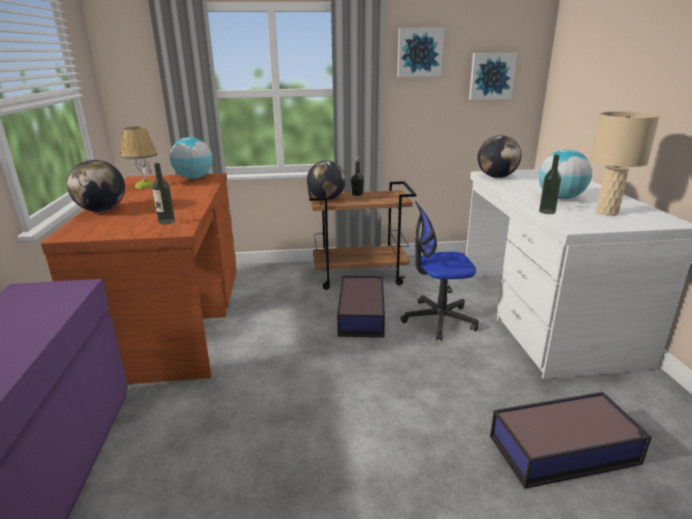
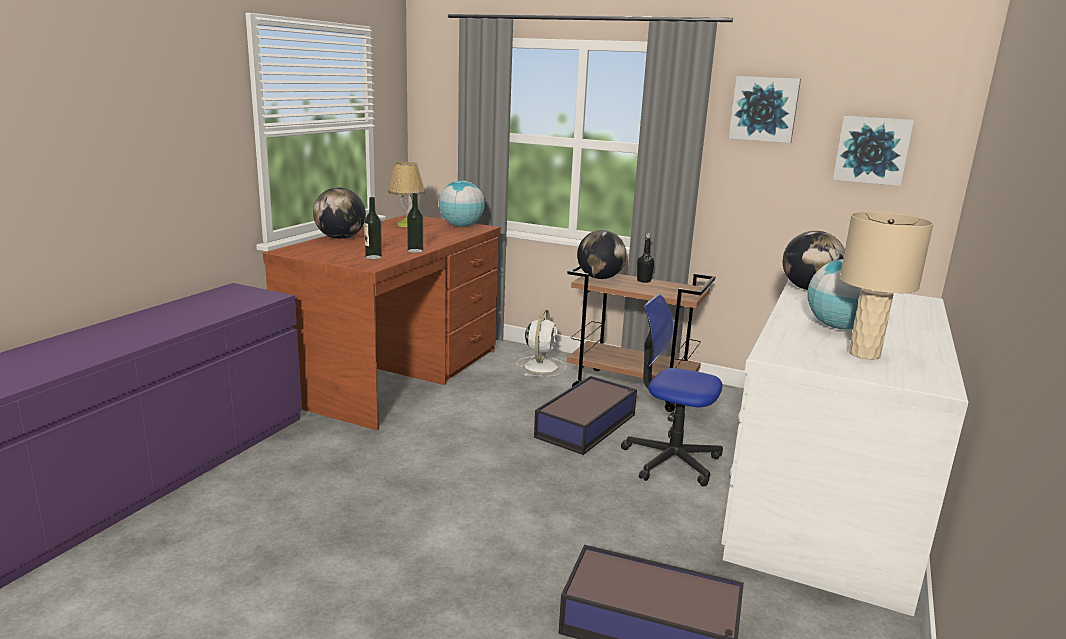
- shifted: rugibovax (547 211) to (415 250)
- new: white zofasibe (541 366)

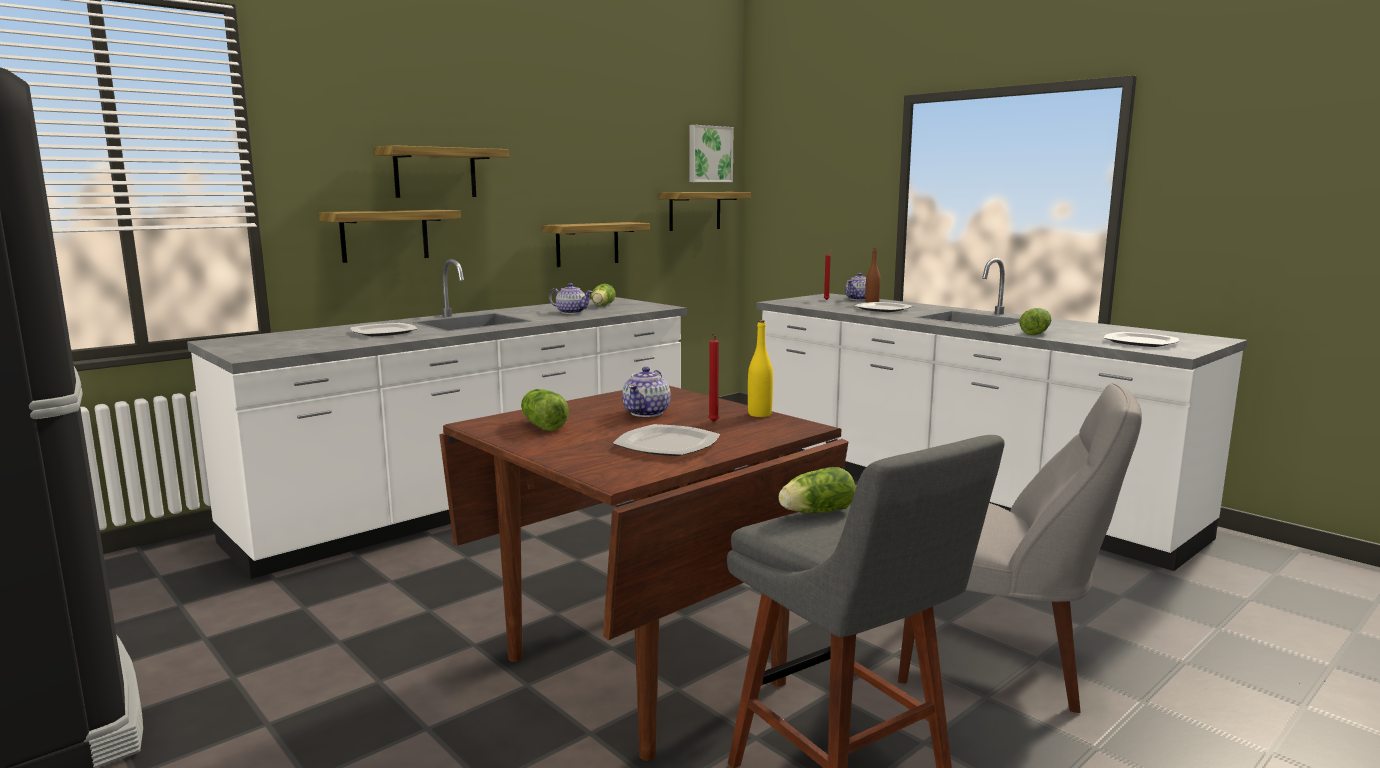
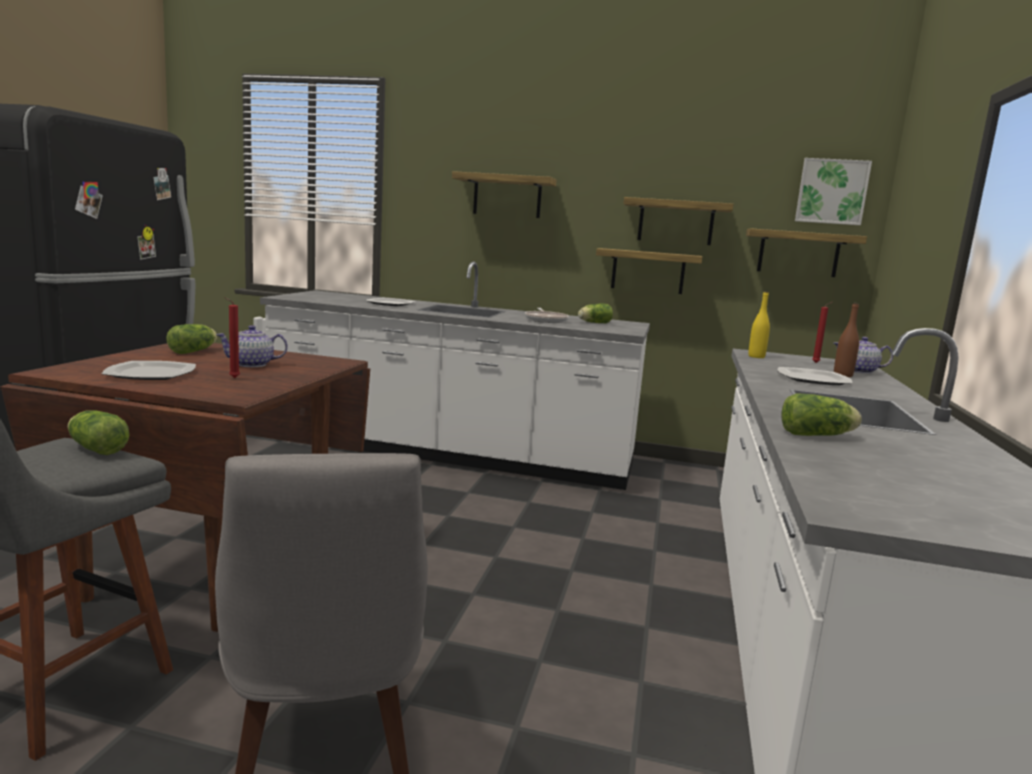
- shifted: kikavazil (384 235) to (675 222)
- swapped: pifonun (571 312) to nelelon (546 320)
- shifted: yellow rugibovax (759 414) to (756 356)
- gone: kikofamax (1140 342)

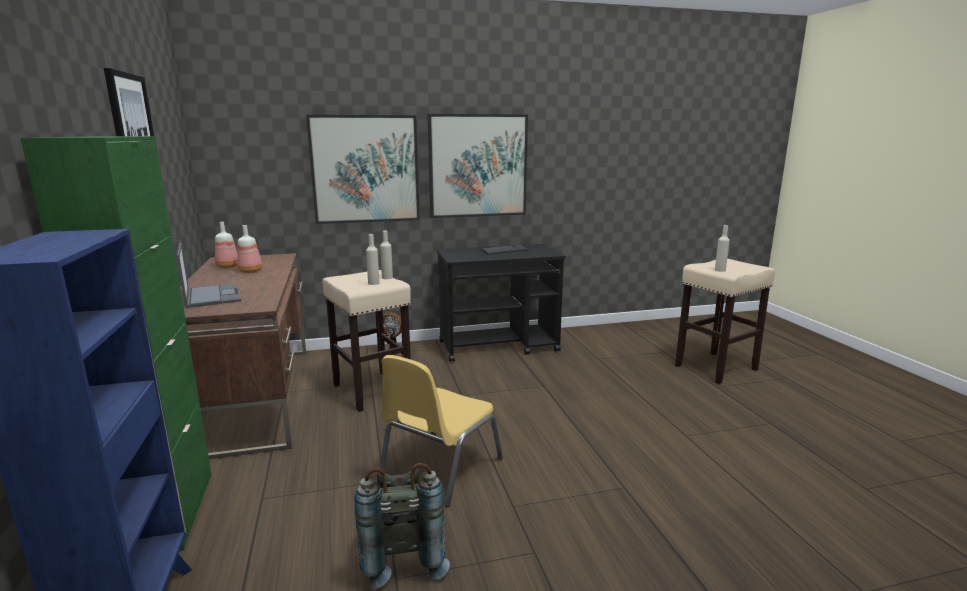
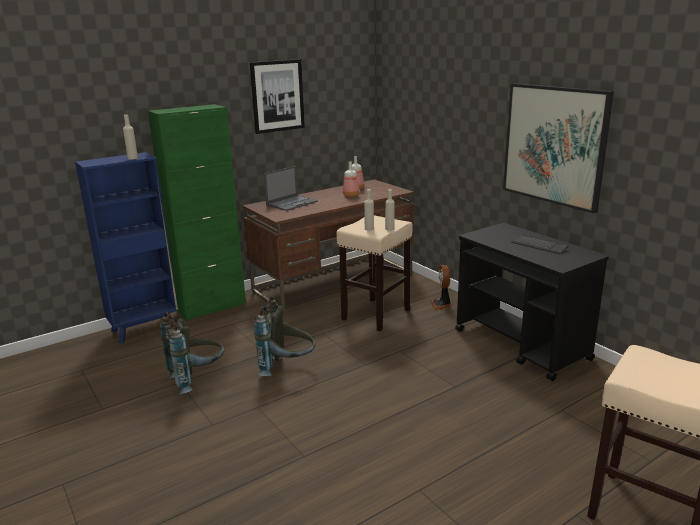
- gone: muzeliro (365 169)
- swapped: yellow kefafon (439 468) to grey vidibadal (287 368)
- shifted: beige rugibovax (720 270) to (132 158)

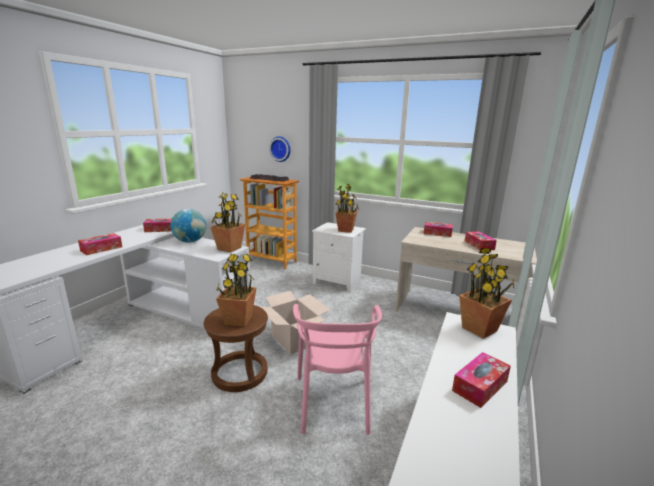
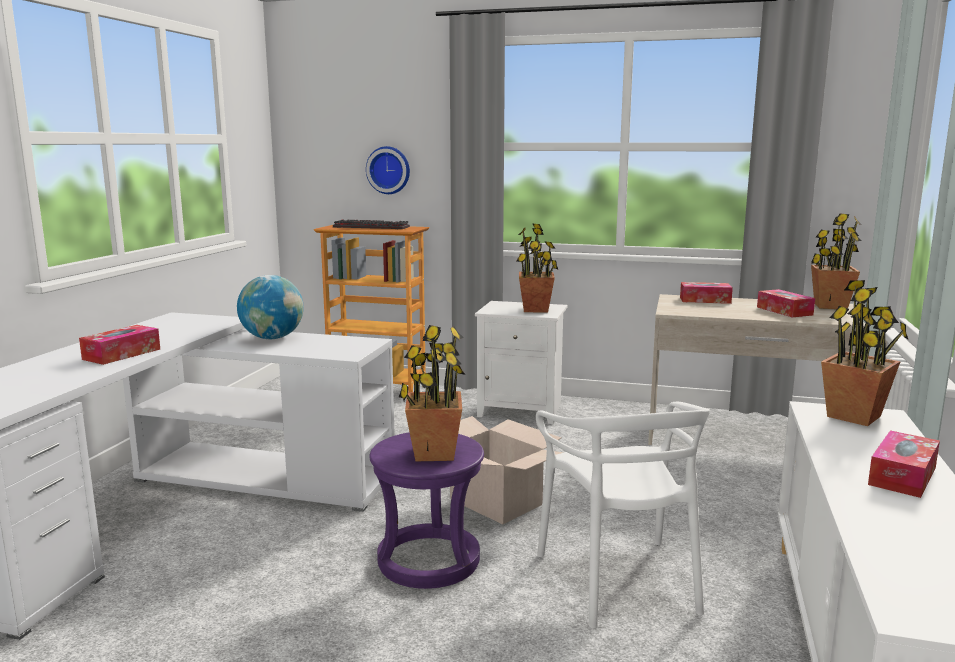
- gone: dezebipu (161 229)
- repainted: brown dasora (240 373) to purple dasora (429 560)
- shifted: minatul (229 248) to (829 306)
- repainted: pink kefafon (334 402) to white kefafon (620 580)

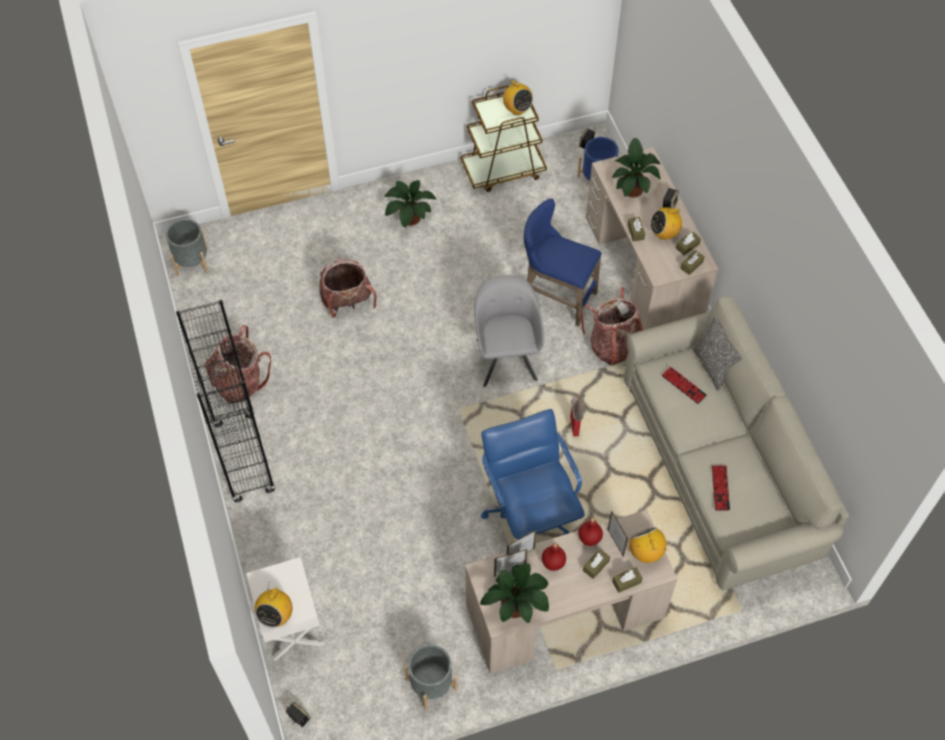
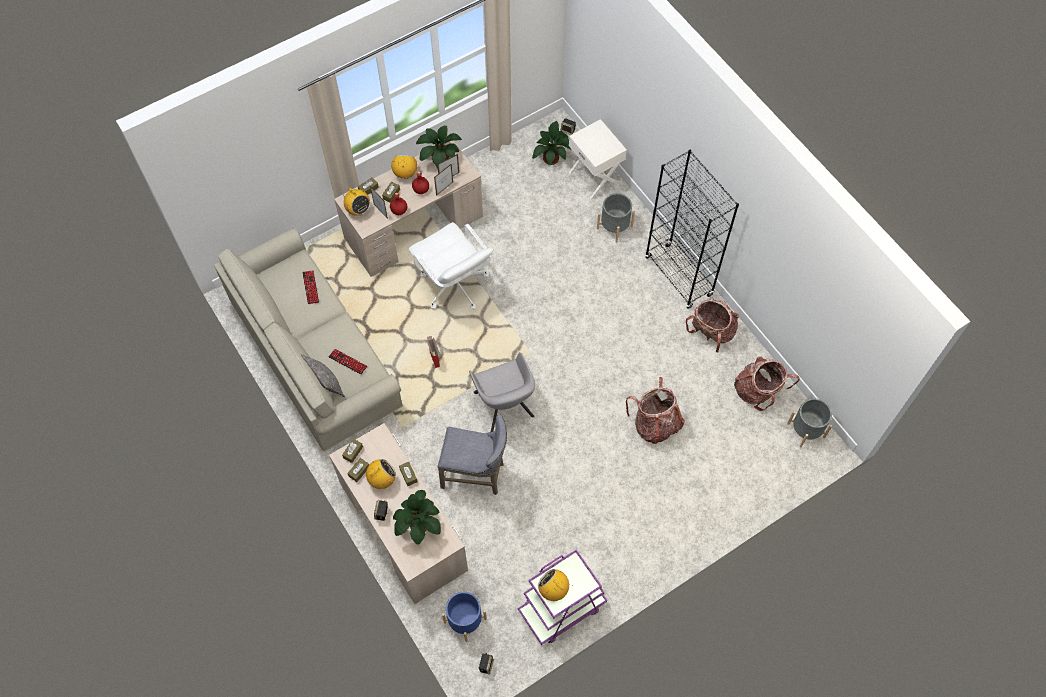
- shifted: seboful (276 615) to (405 174)
- shifted: minatul (408 218) to (552 157)
- shifted: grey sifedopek (431 684) to (614 227)
- repainted: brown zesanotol (503 170) to purple zesanotol (561 608)
- repainted: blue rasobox (529 513) to white rasobox (454 286)
- repainted: blue dasora (556 297) to grey dasora (476 475)
- shifted: vidibadal (614 346) to (758 391)

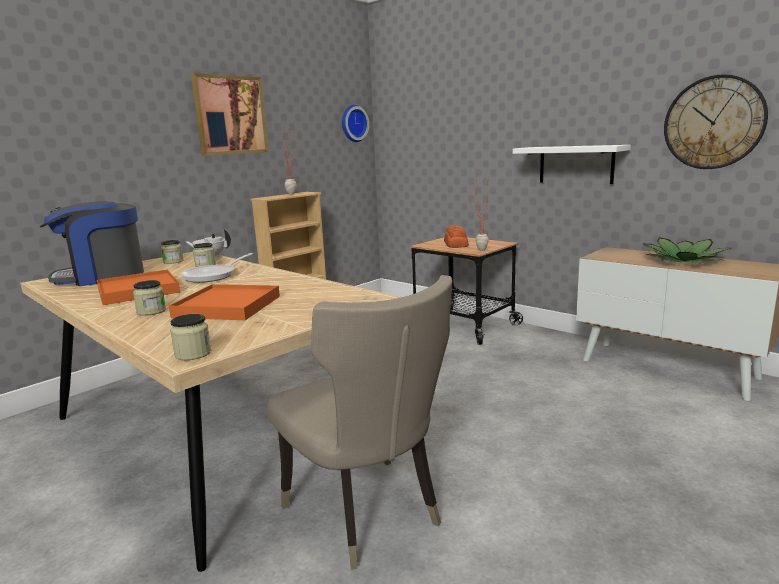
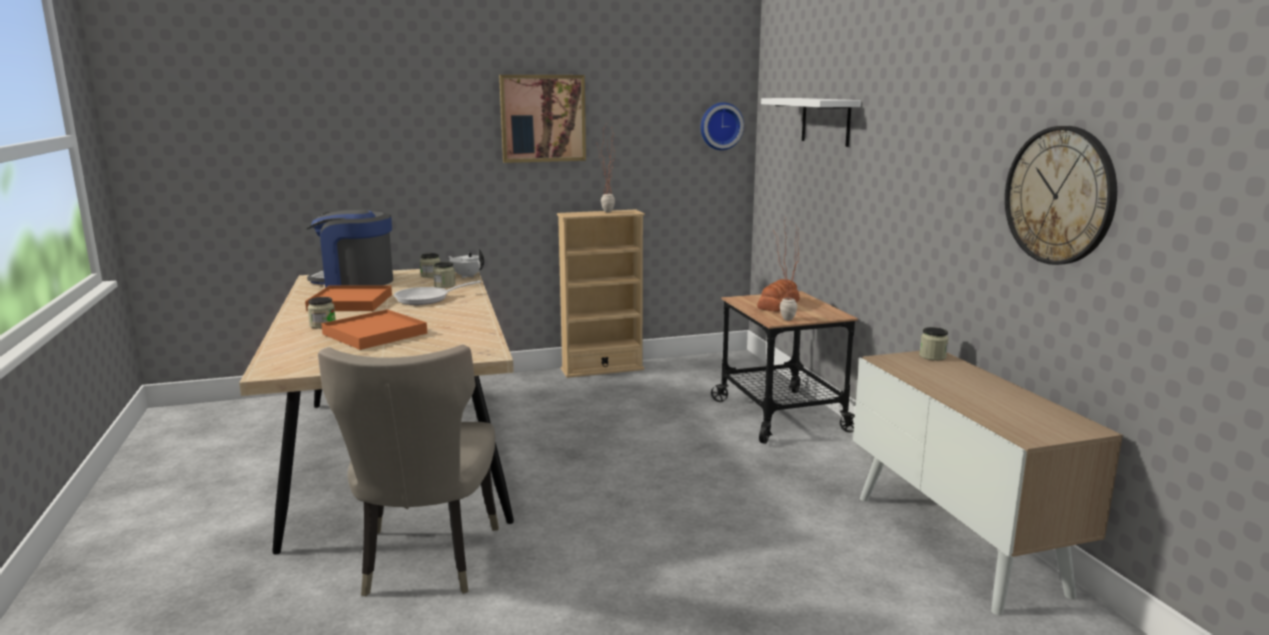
- shifted: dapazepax (193 354) to (932 356)
- shifted: white kikavazil (576 164) to (825 121)
- gone: minatul (683 261)

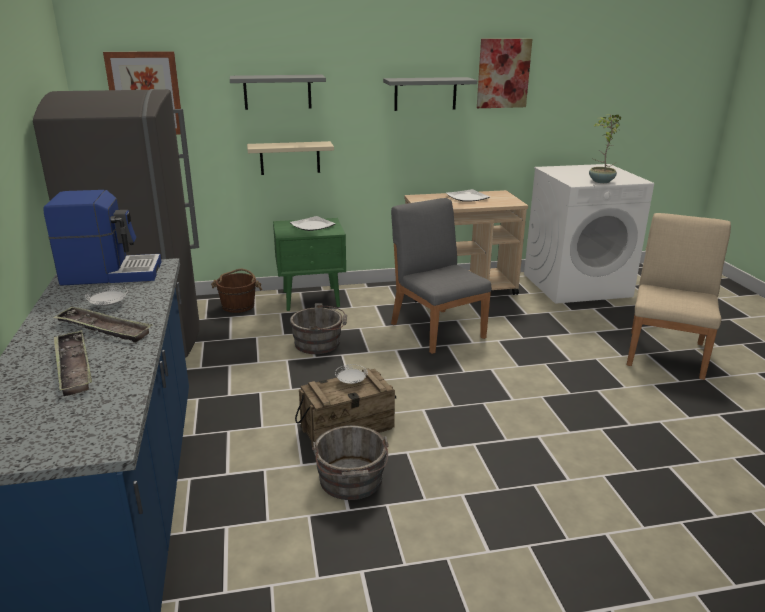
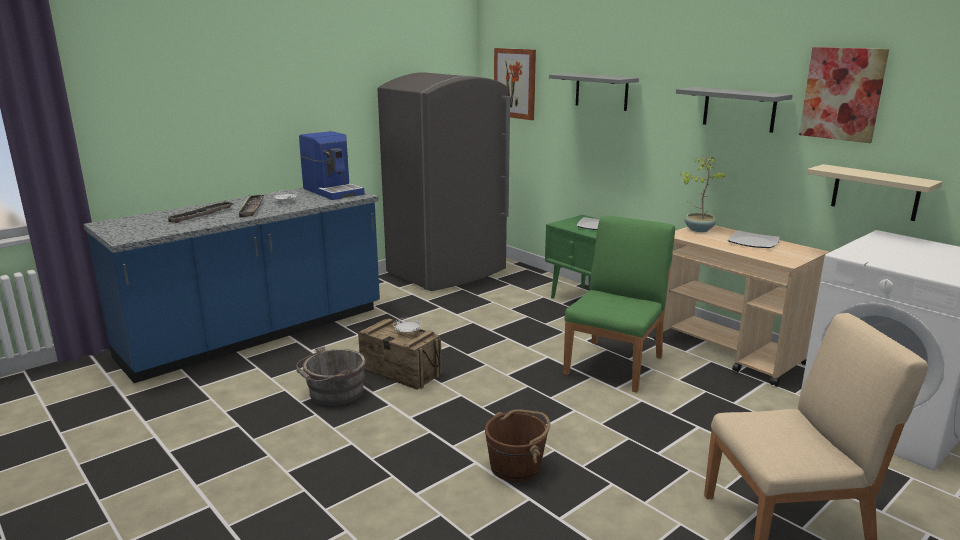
- shifted: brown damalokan (238 305) to (516 466)
- shifted: beige kikavazil (290 158) to (875 192)
- gone: grey damalokan (320 343)
- repainted: grey kefafon (437 330) to green kefafon (615 364)
- shifted: minatul (600 181) to (698 229)

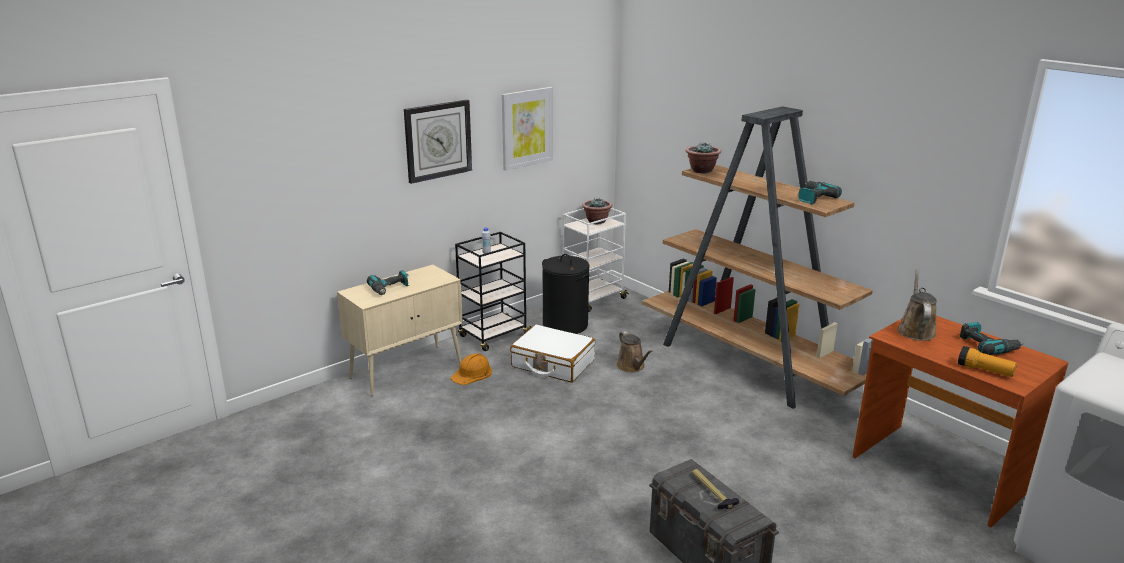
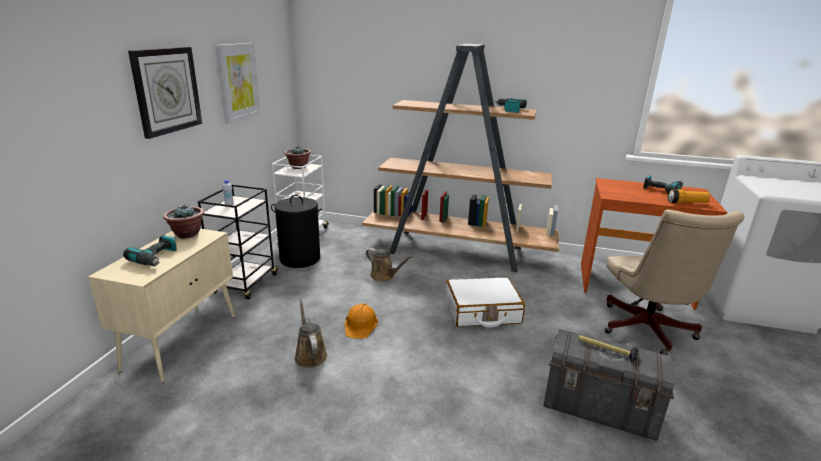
- shifted: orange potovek (472 374) to (360 325)
- shifted: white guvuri (552 364) to (482 311)
- shifted: minatul (701 171) to (187 234)
- shifted: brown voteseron (915 330) to (310 354)
- new: beige rasobox (647 332)

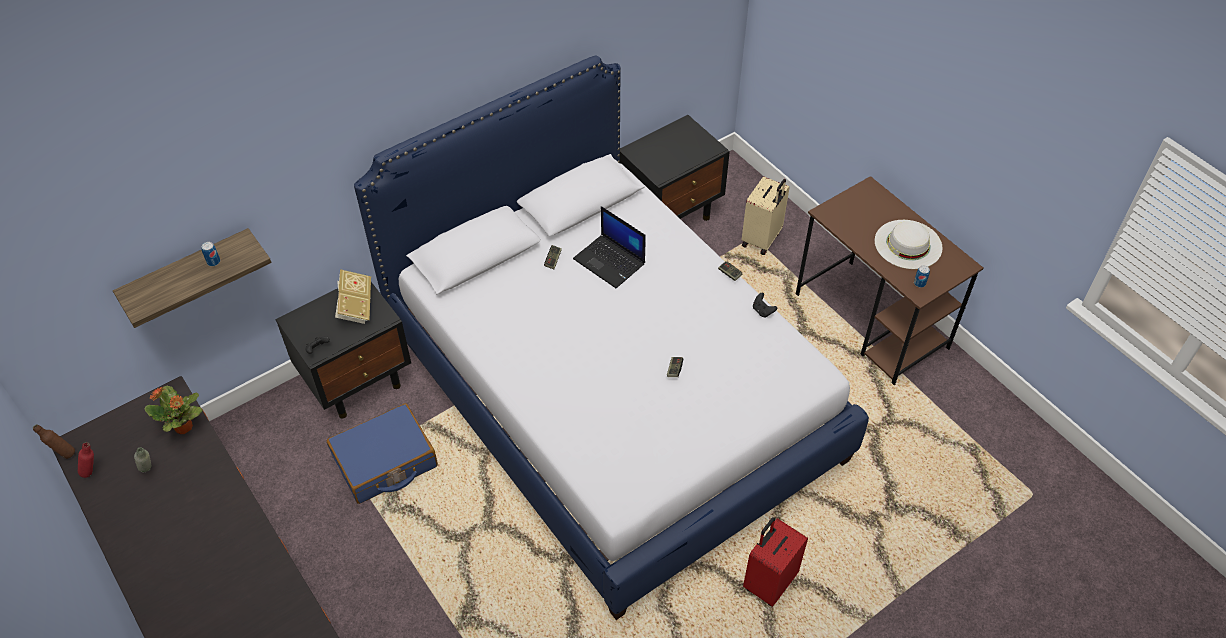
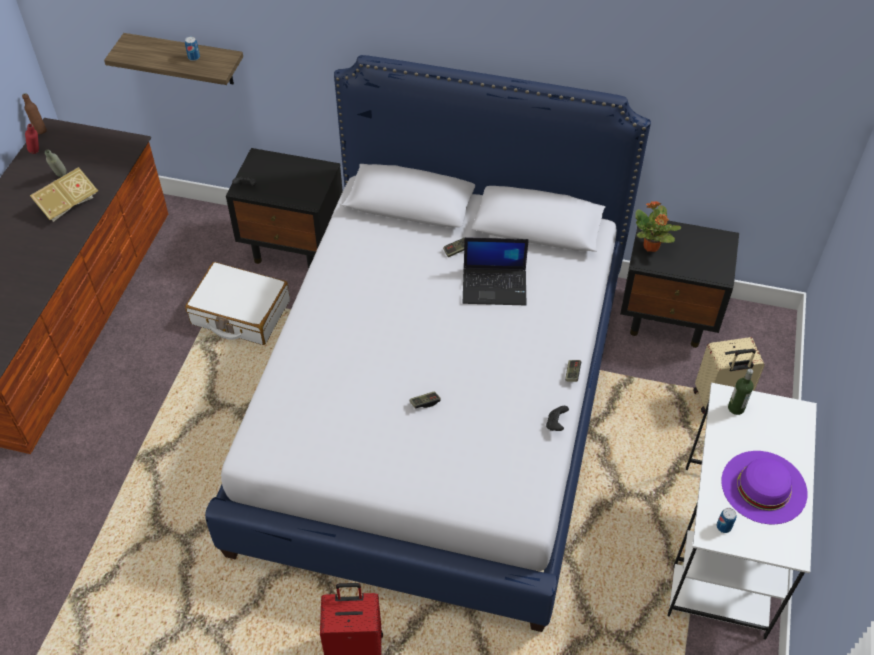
- shifted: minatul (184 427) to (651 247)
- repainted: blue guvuri (385 462) to white guvuri (240 313)
- shifted: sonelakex (355 306) to (68 204)
- rotated: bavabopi (610 261) = (495 286) 90 degrees counterclockwise
- repainted: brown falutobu (872 322) to white falutobu (723 550)
- repainted: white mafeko (908 244) to purple mafeko (763 487)
- new: rugibovax (736 408)

